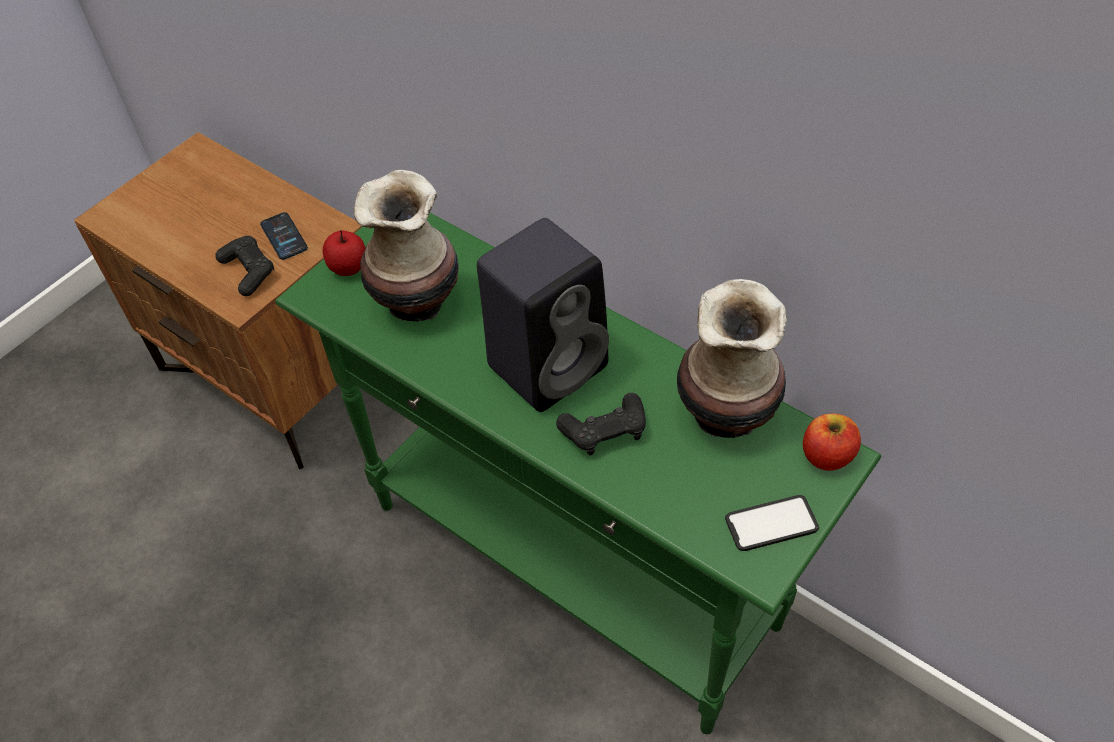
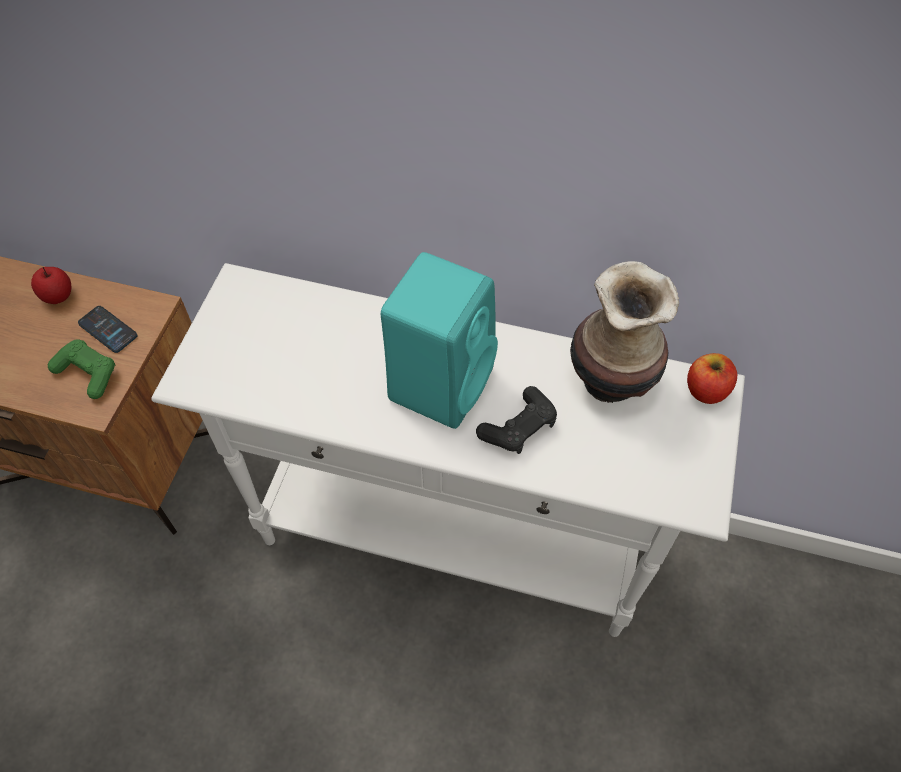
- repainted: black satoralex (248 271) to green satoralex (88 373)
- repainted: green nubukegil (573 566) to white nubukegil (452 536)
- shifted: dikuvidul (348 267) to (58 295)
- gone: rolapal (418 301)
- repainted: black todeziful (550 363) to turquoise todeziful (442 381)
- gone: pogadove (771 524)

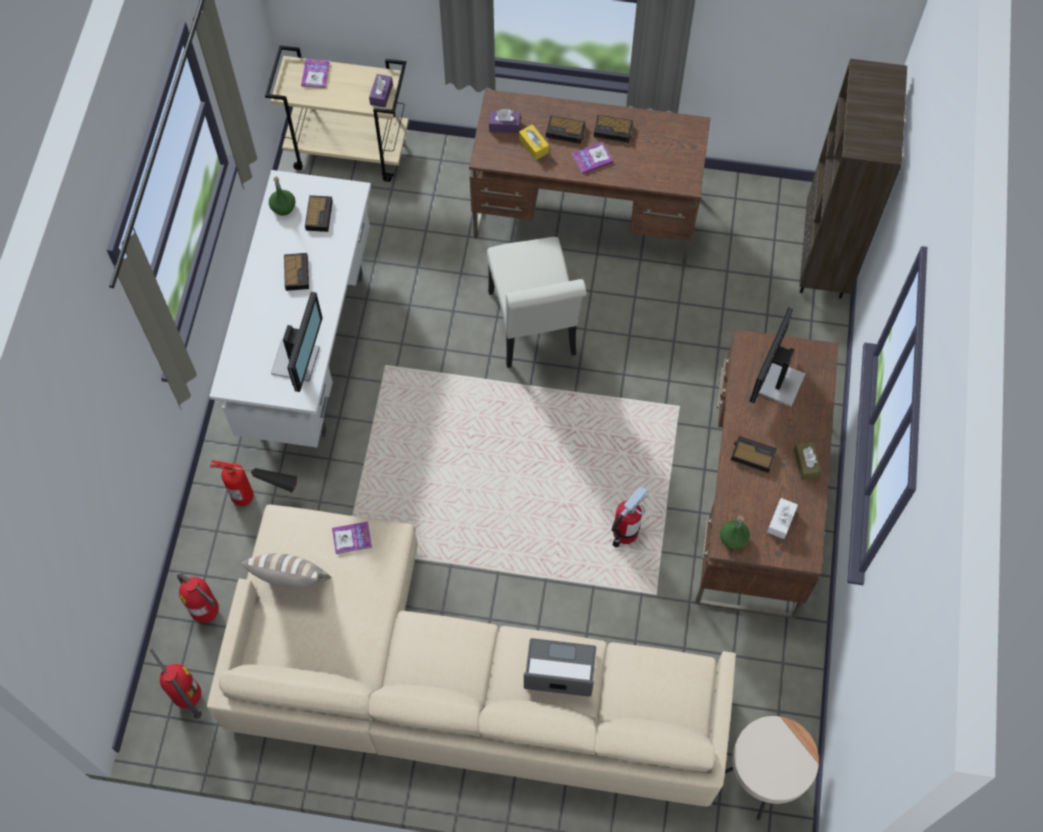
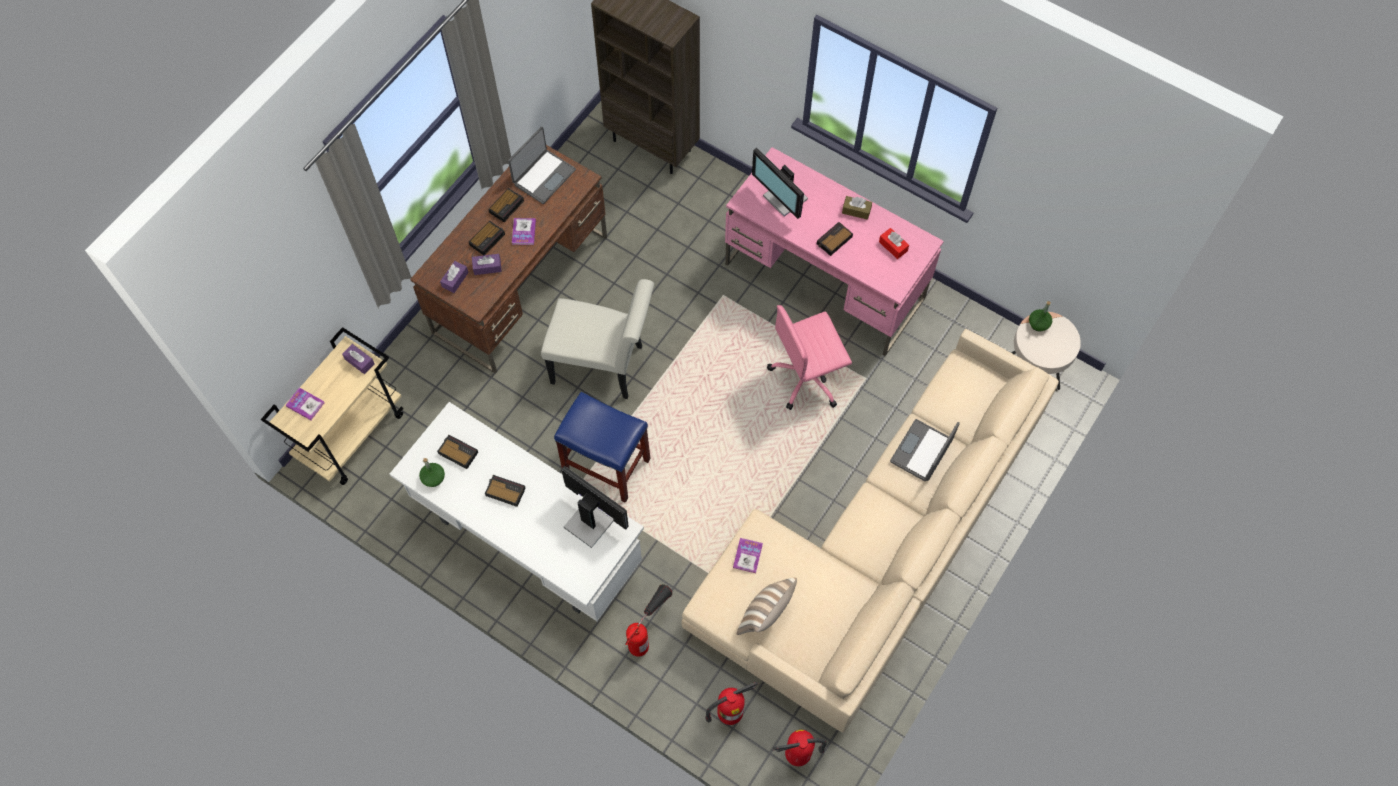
- repainted: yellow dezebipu (533 146) to purple dezebipu (487 267)
- swapped: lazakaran (625 533) to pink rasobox (808 377)
- repainted: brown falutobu (755 503) to pink falutobu (825 281)
- shifted: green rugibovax (733 538) to (1038 324)
- repainted: white dezebipu (781 521) to red dezebipu (893 246)
- new: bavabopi (543 176)
- new: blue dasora (607 465)

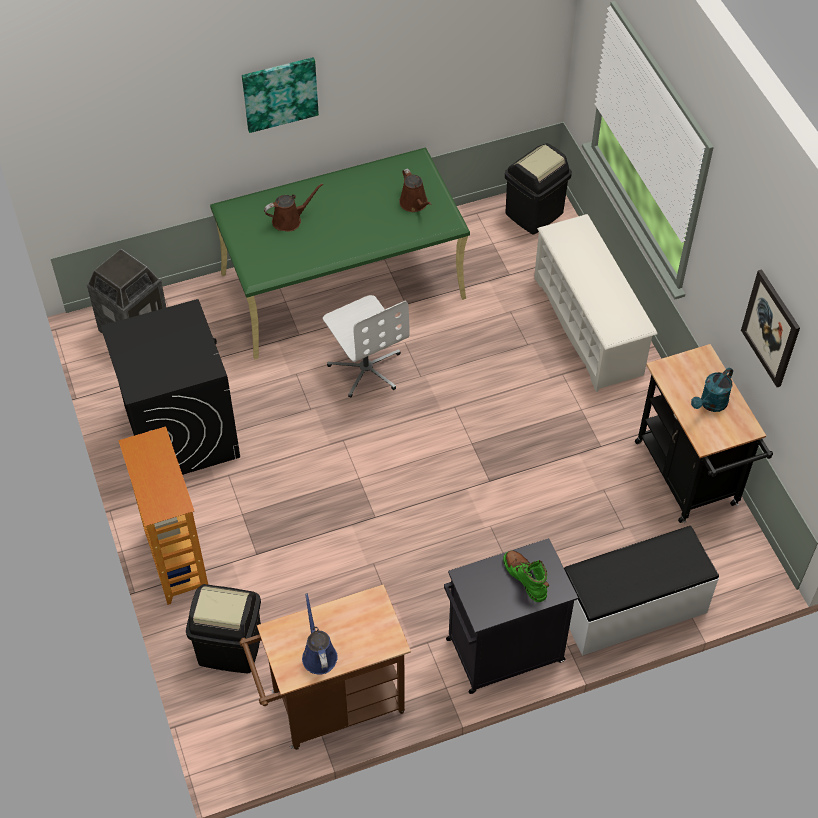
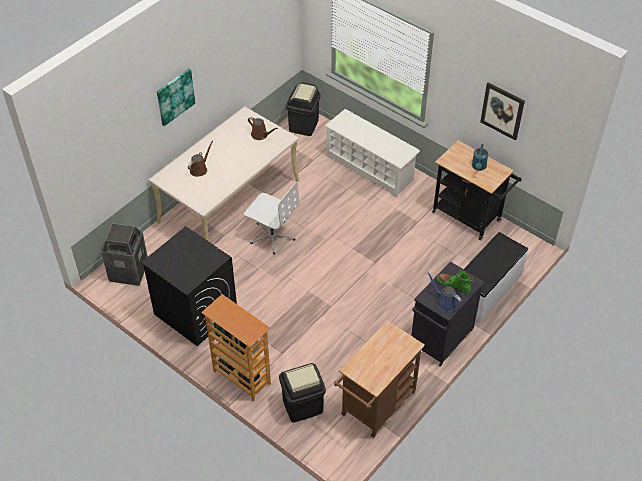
- repainted: green falutobu (343 285) to beige falutobu (229 200)
- shifted: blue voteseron (318 654) to (445 302)

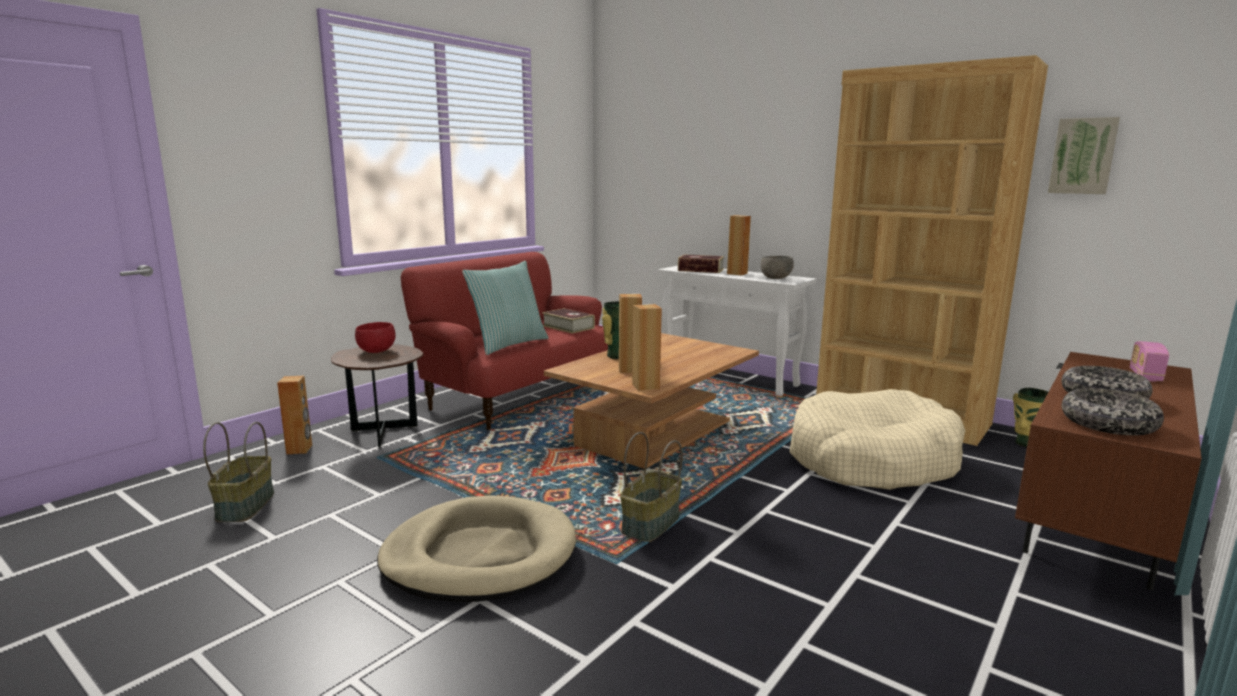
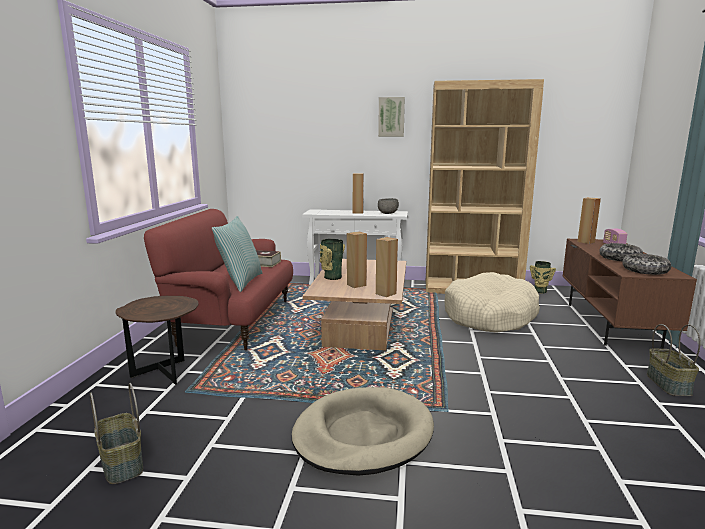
- shifted: brown todeziful (300 449) to (586 242)
- gone: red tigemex (376 351)
- shifted: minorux (651 525) to (669 384)
- gone: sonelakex (700 270)
- shifted: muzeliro (1083 156) to (391 117)

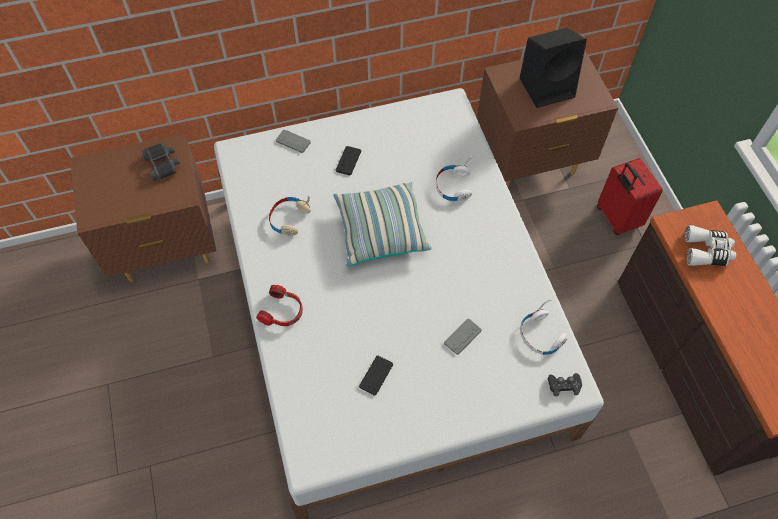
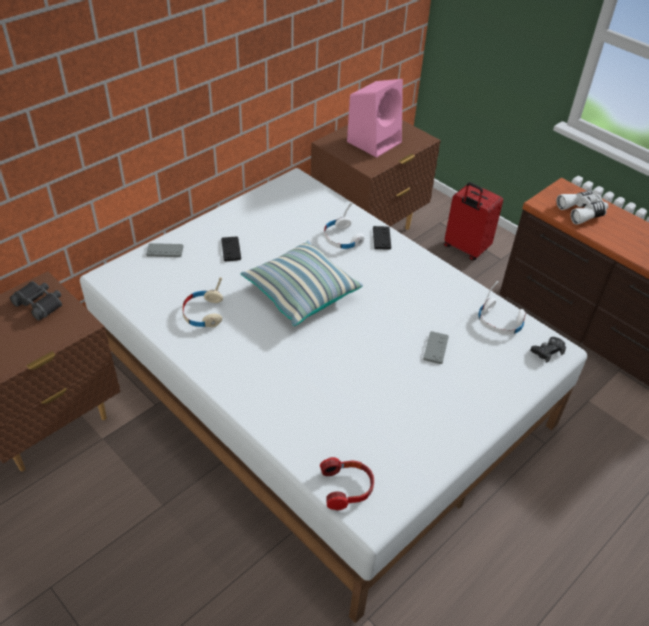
- shifted: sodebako (283 312) to (347 487)
- shifted: black satoralex (376 375) to (381 238)
- repainted: black todeziful (548 87) to pink todeziful (374 141)

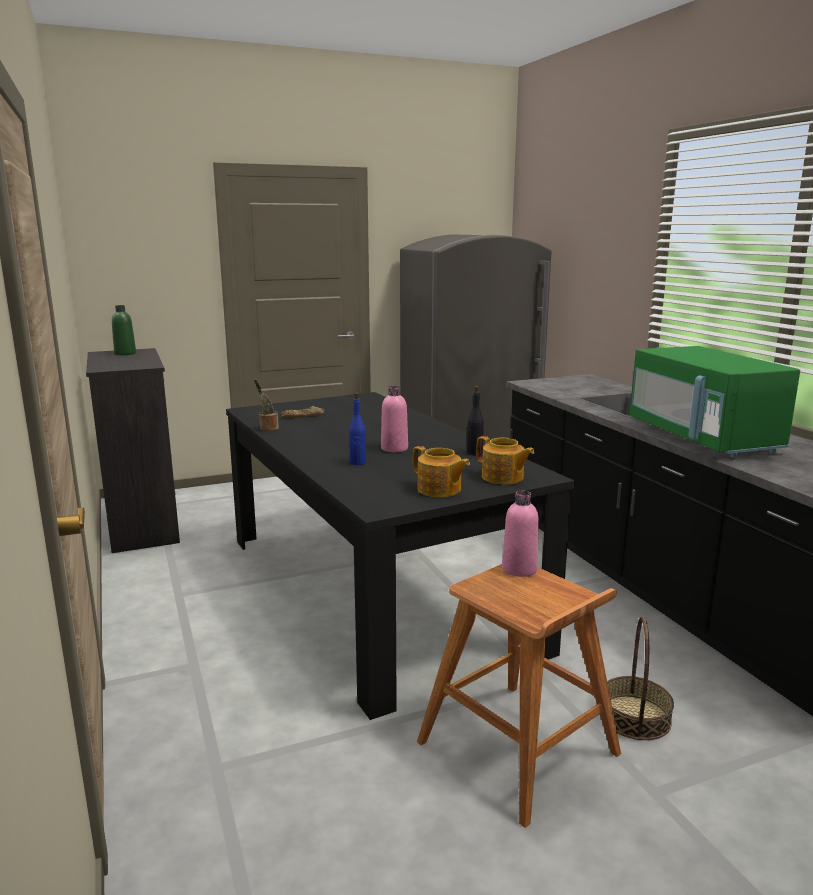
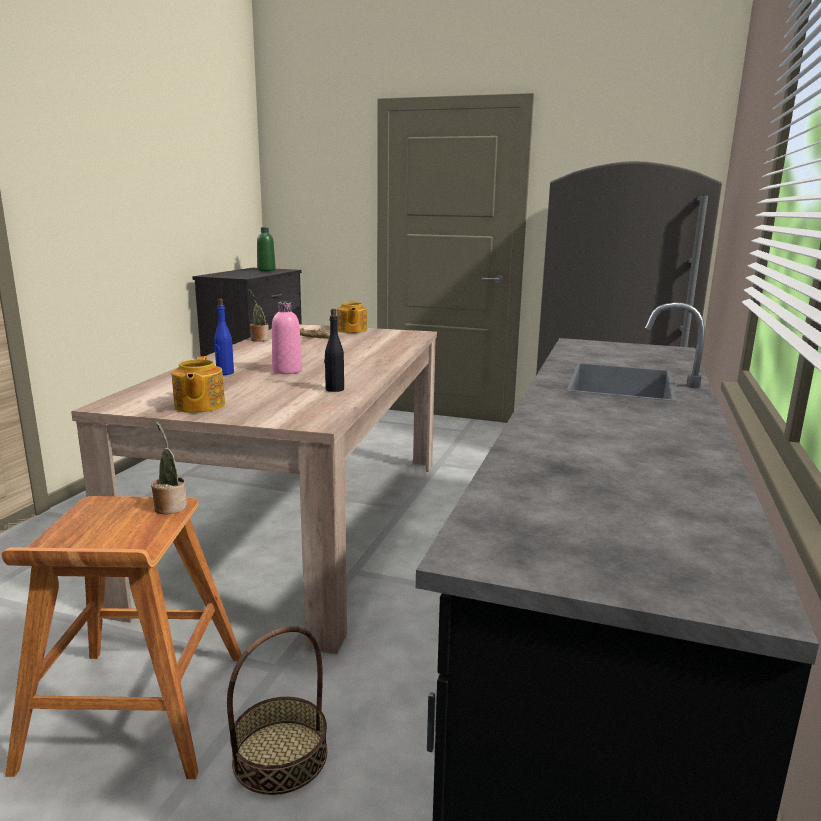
- repainted: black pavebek (373 590) to beige pavebek (306 523)
- shifted: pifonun (503 478) to (351 330)
- swapped: pink rugibovax (519 569) to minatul (170 506)
- gone: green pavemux (702 438)

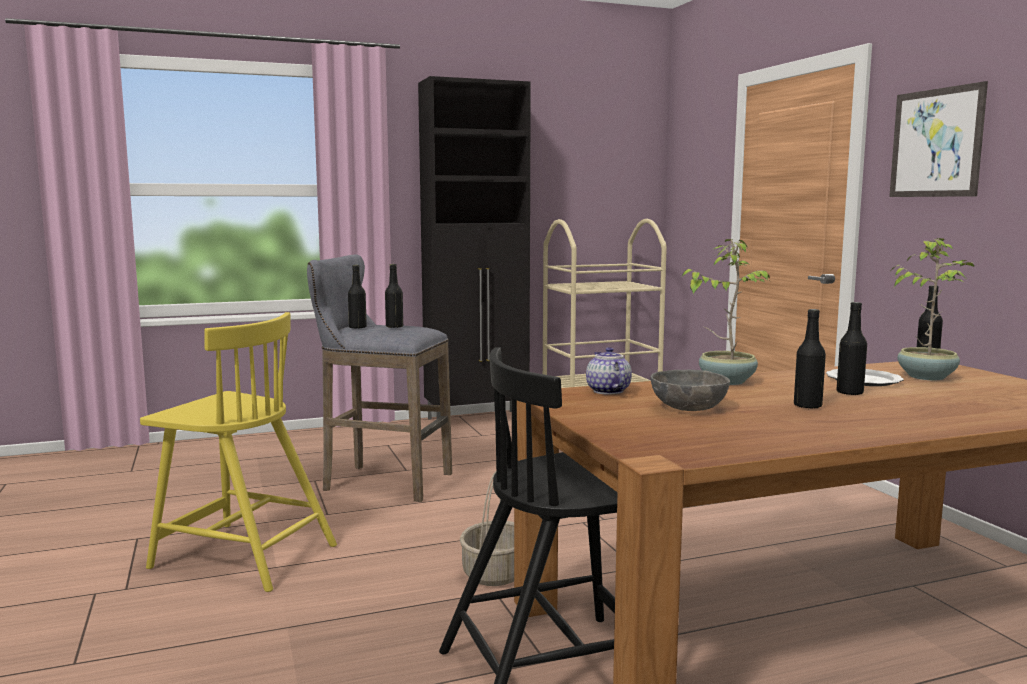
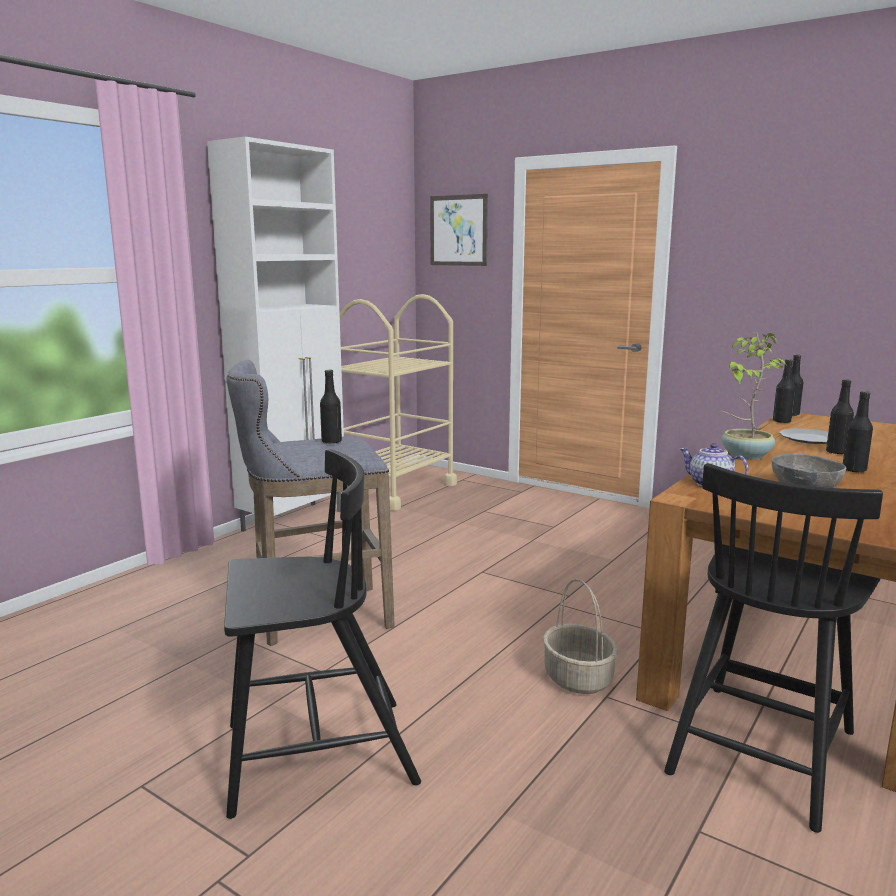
- repainted: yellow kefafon (242 556) to black kefafon (315 755)
- shifted: black rugibovax (357 327) to (781 421)
- repainted: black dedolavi (478 419) to white dedolavi (295 520)
- shifted: muzeliro (936 143) to (458 230)
- gone: minatul (926 376)

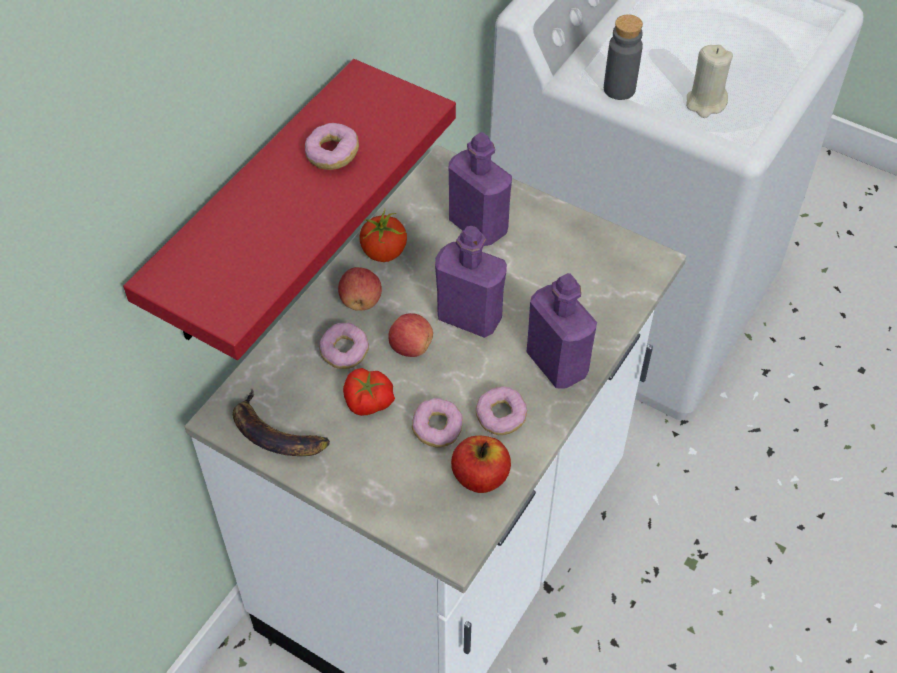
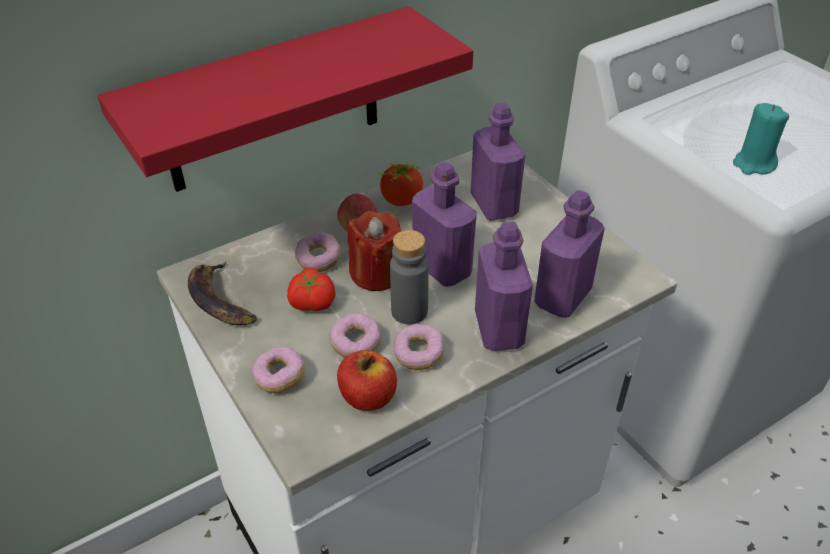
- shifted: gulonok (332 155) to (279 377)
- swapped: dikuvidul (410 347) to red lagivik (376 274)
- shifted: grey rugibovax (619 89) to (409 311)
- repainted: beige lagivik (705 103) to turquoise lagivik (753 164)
- new: purple rugibovax (562 297)

